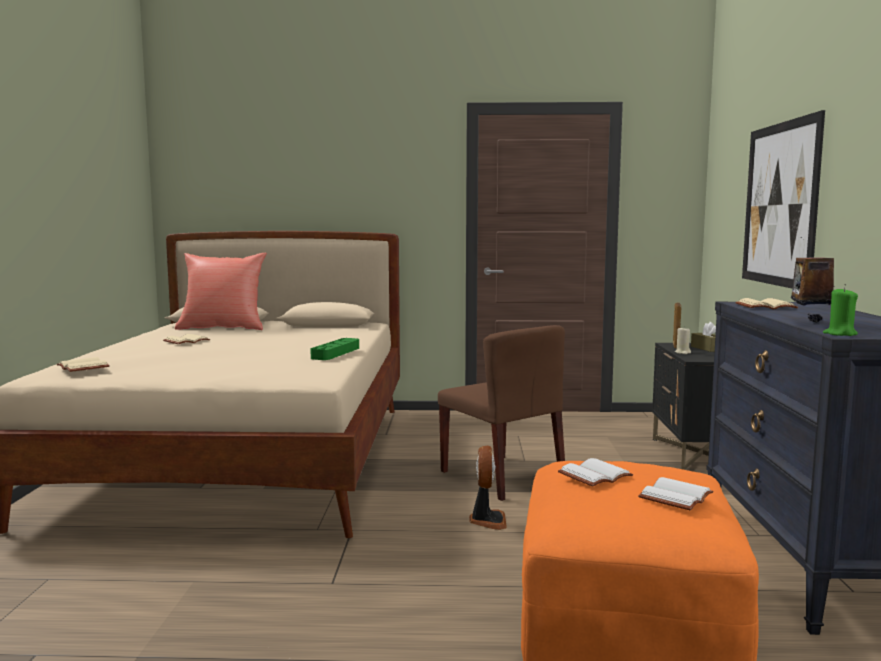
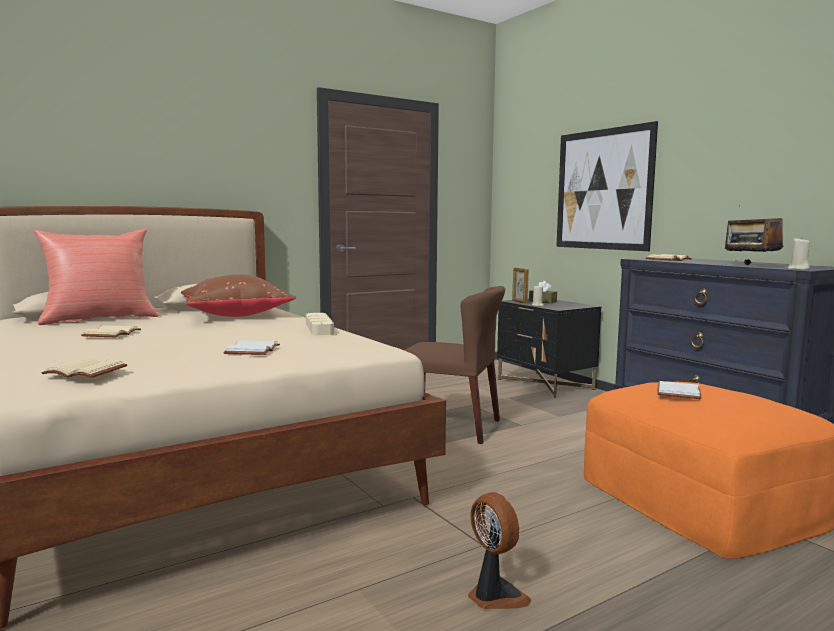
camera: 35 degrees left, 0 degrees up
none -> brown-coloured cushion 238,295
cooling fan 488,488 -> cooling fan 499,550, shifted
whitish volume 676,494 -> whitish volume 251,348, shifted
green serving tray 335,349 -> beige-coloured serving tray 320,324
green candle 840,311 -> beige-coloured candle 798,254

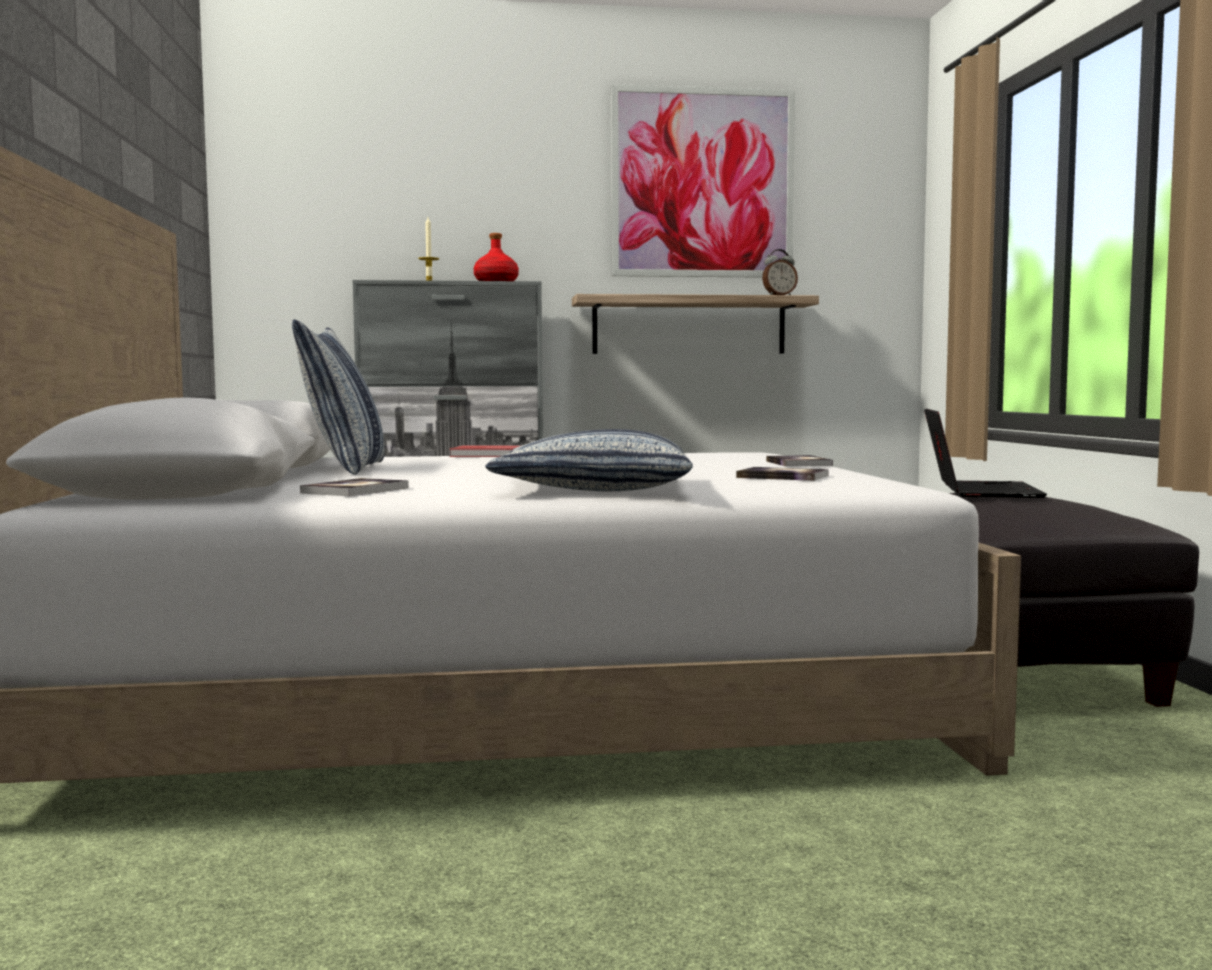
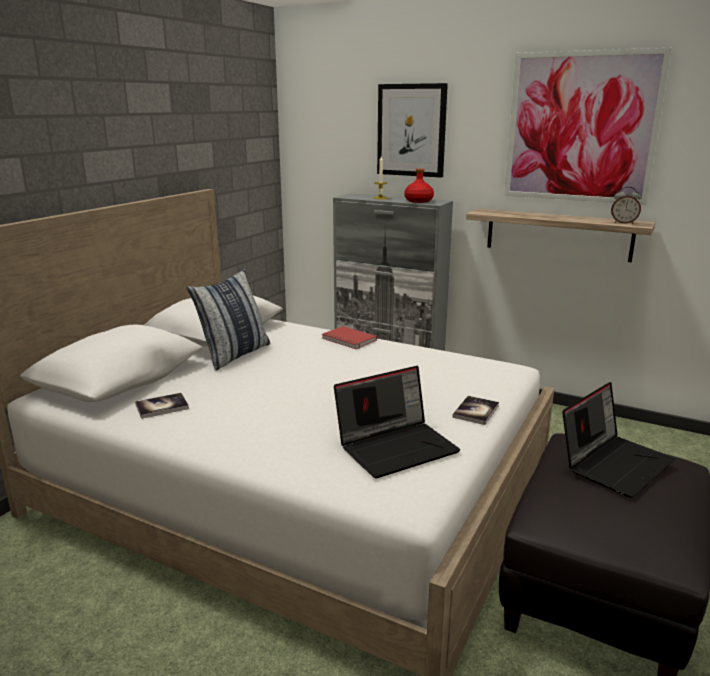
camera: 35 degrees right, 15 degrees up
cushion 589,460 -> none
none -> picture 412,130
volume 782,474 -> laptop 397,422

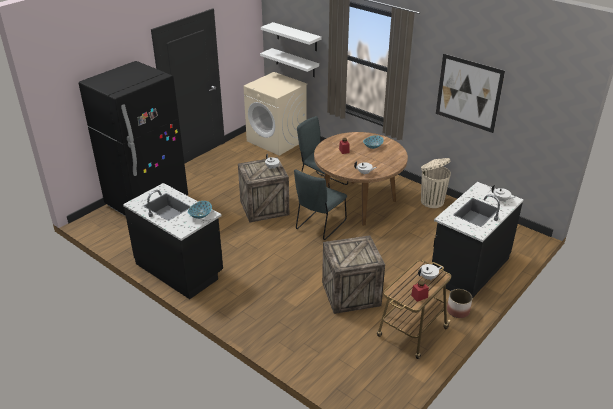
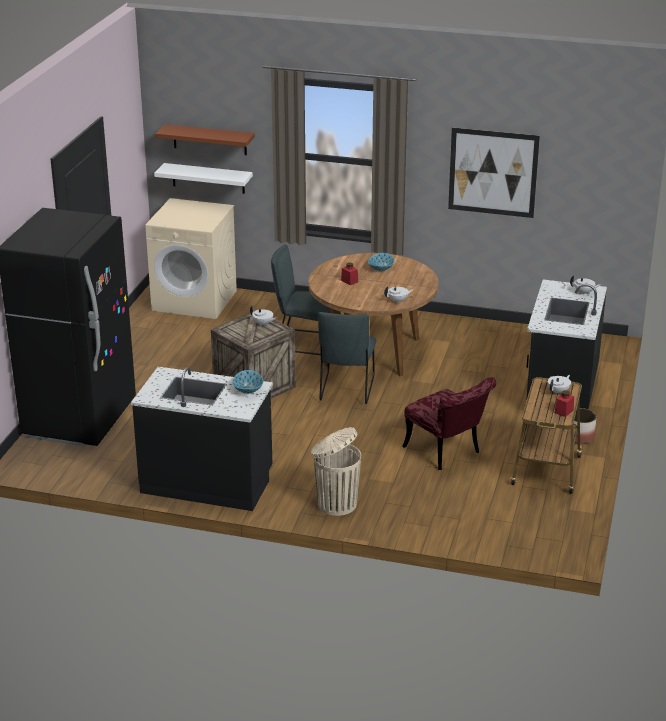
camera: 25 degrees left, 5 degrees down
beige-coloured rubbish bin 436,183 -> beige-coloured rubbish bin 336,471, shifted
crate 353,274 -> red-coloured upright chair 449,423
whitish shelf 291,36 -> brown-coloured shelf 205,139

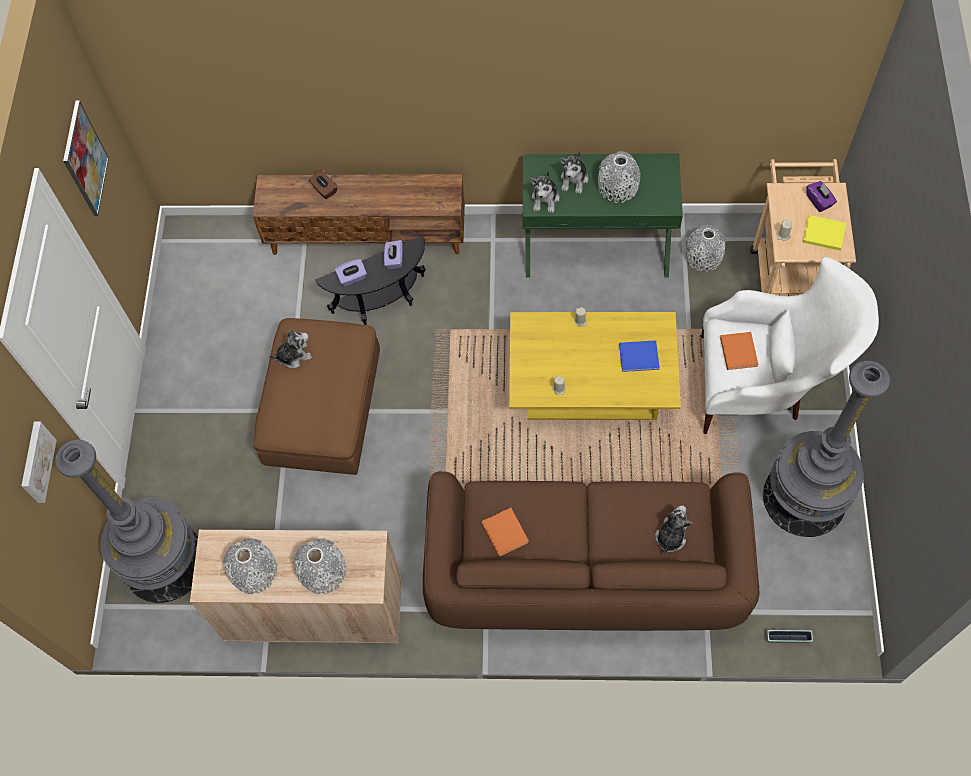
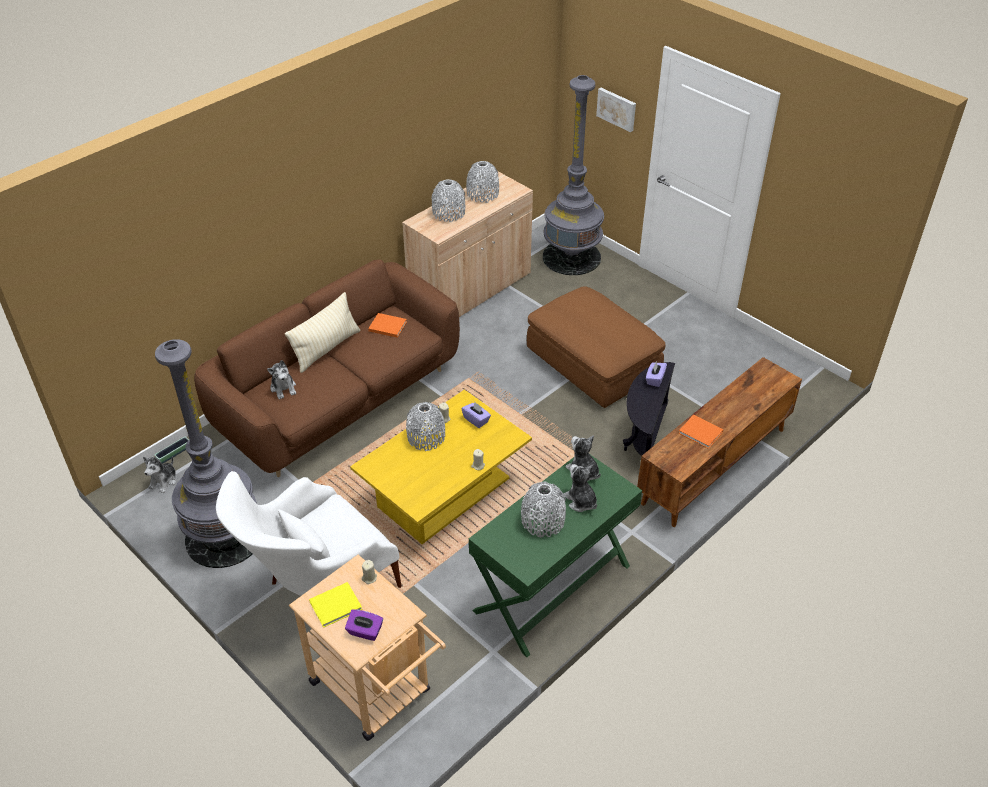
camera: 130 degrees right, 20 degrees down
picture 86,158 -> none
brown-coloured box of tissues 323,184 -> none
blue-coloured volume 639,356 -> none
none -> beige-coloured cushion 322,332
cuddly toy 290,349 -> cuddly toy 160,474, shifted
purplish box of tissues 393,254 -> purplish box of tissues 476,415, shifted
gray vase 705,248 -> gray vase 425,426, shifted
orange-coloured volume 739,351 -> orange-coloured volume 701,432, shifted

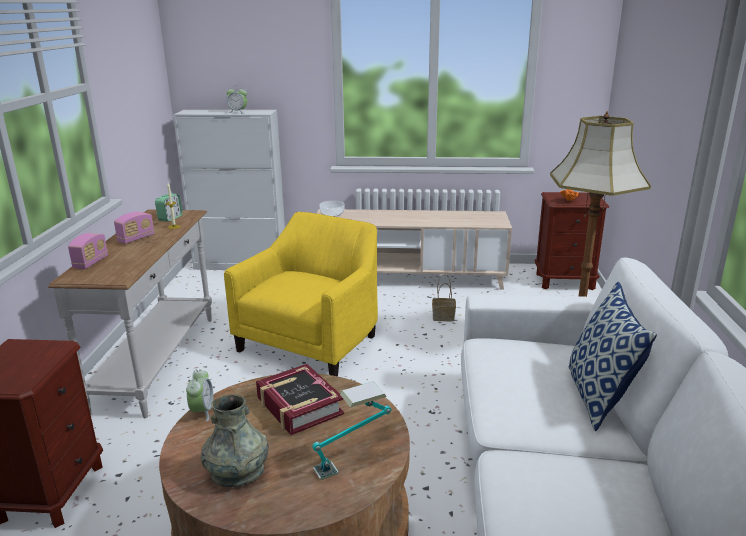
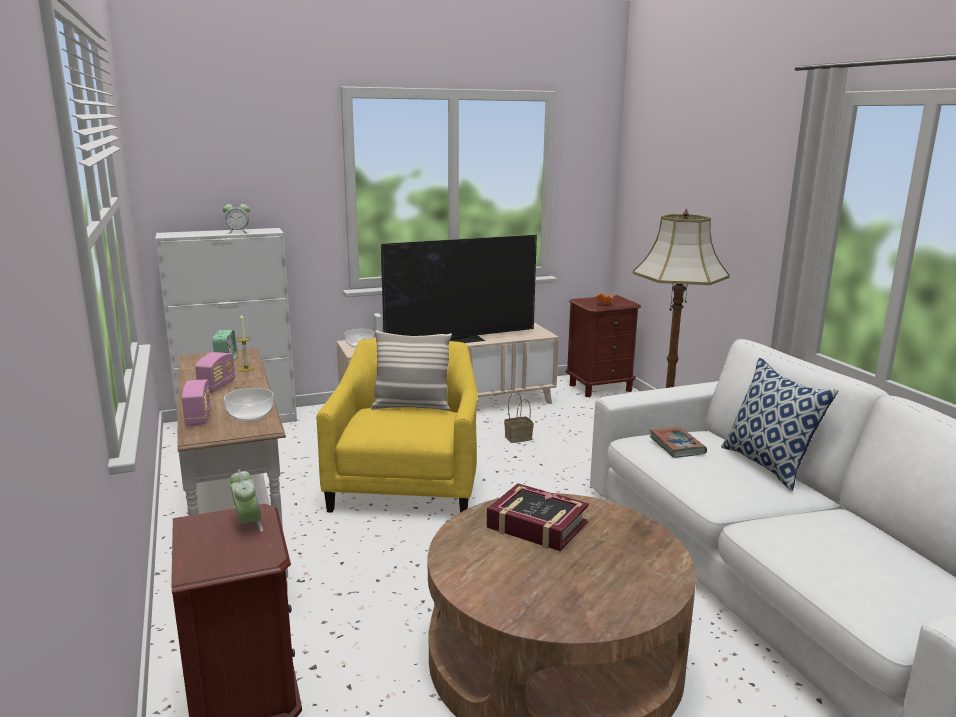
camera: 25 degrees left, 5 degrees down
gray vase 235,440 -> none
lamp for a table 352,431 -> none
none -> bowl 249,404
none -> cushion 411,370
none -> TV set 459,289
none -> volume 678,442
alarm clock 199,395 -> alarm clock 246,500, shifted

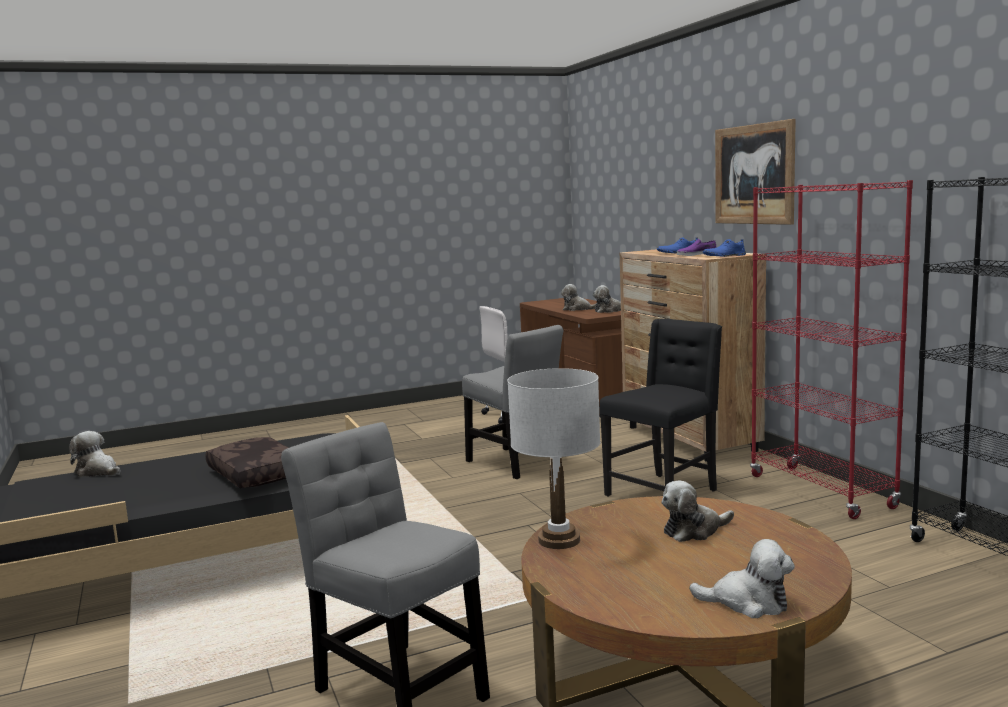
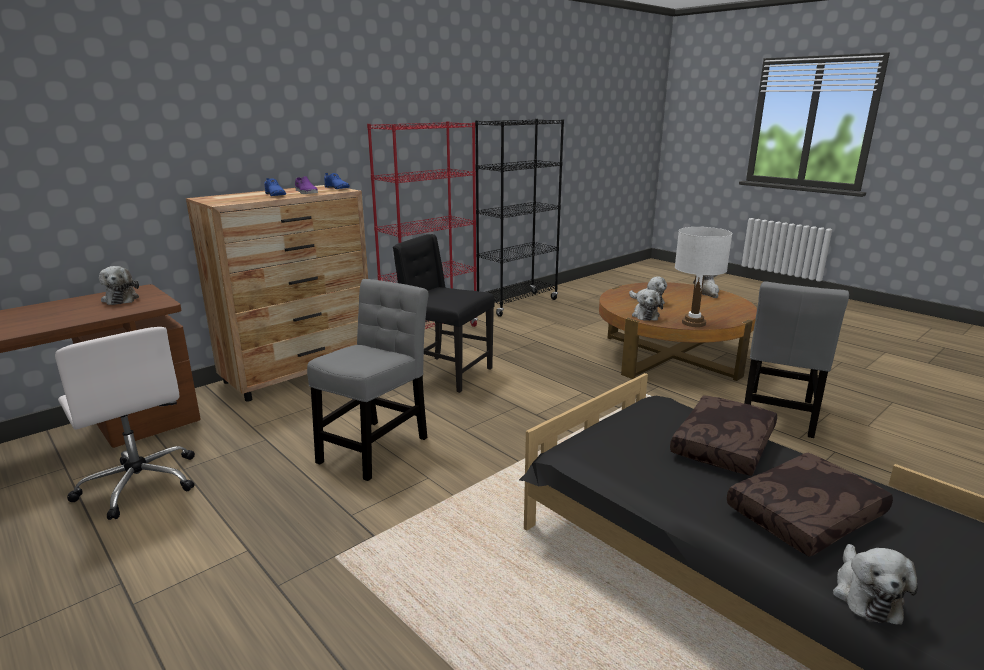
camera: 110 degrees left, 10 degrees up
picture 755,172 -> none
none -> brown-coloured cushion 810,505
cuddly toy 579,297 -> cuddly toy 647,305, shifted

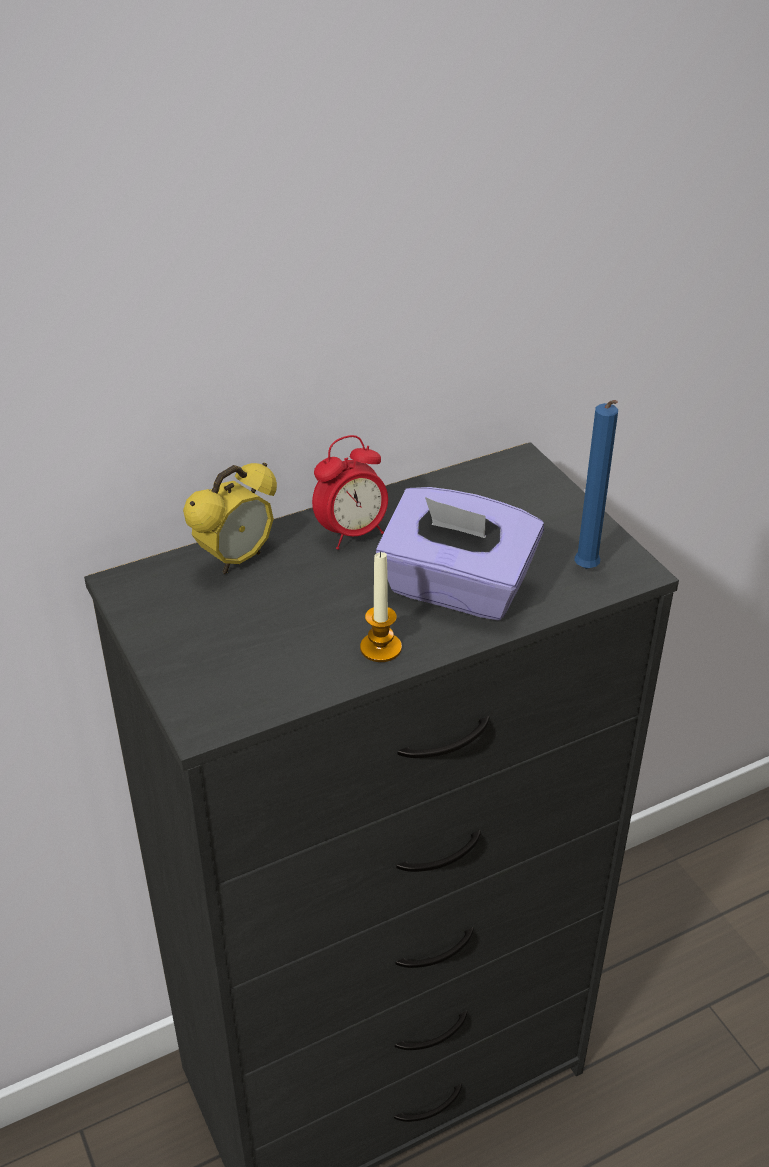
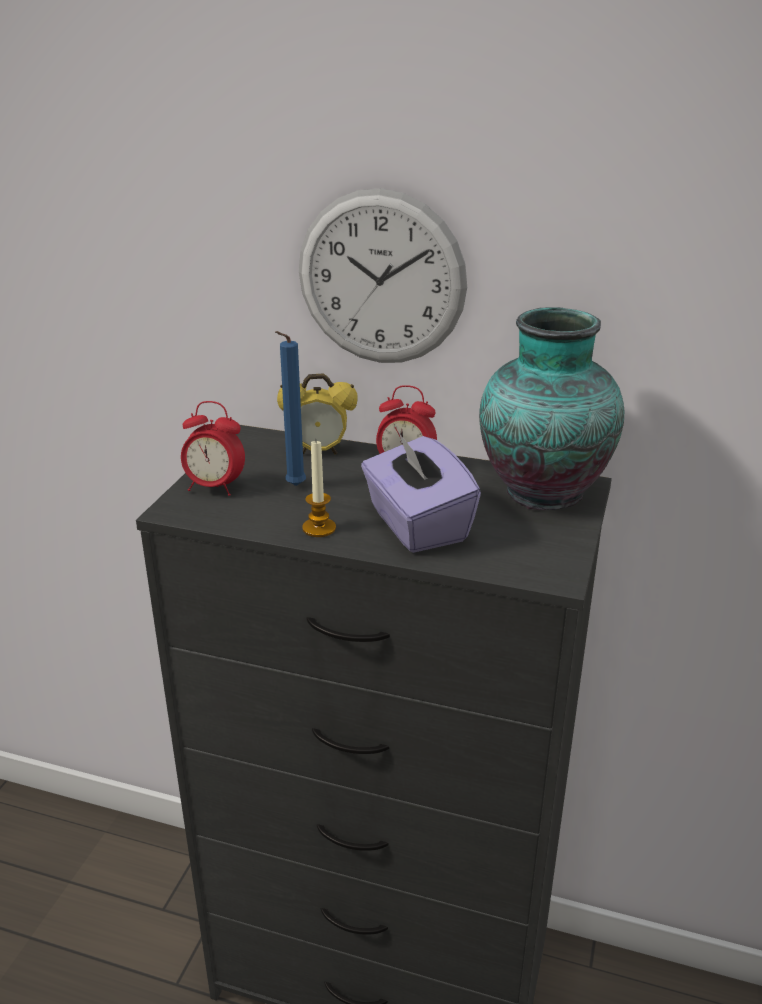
camera: 45 degrees right, 10 degrees down
none -> alarm clock 213,448
none -> hanging clock 383,275
none -> vase 552,408
blue-coloured candle 596,484 -> blue-coloured candle 290,408, shifted

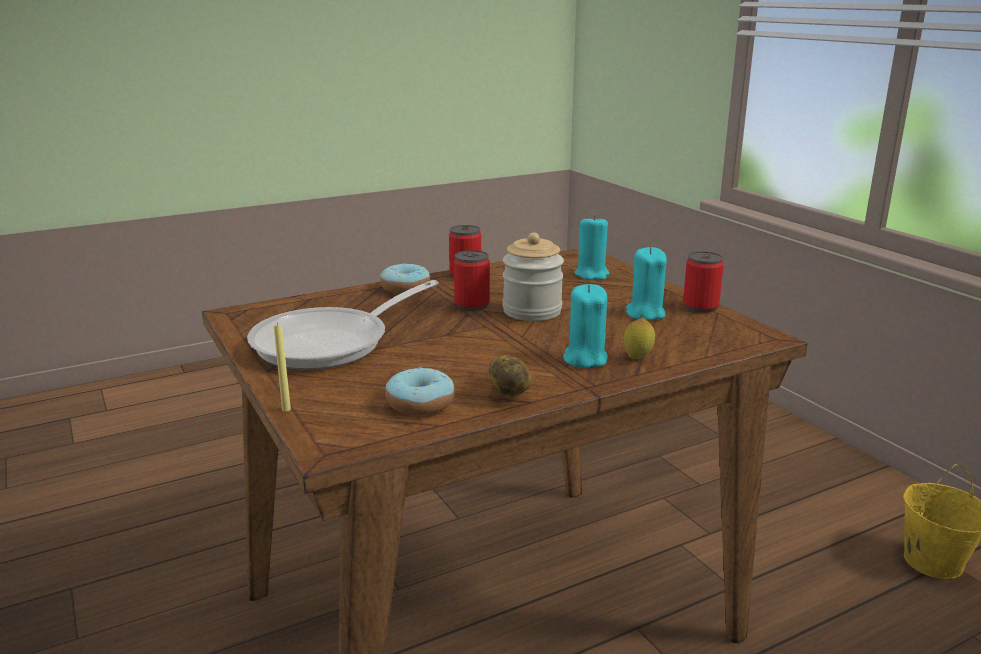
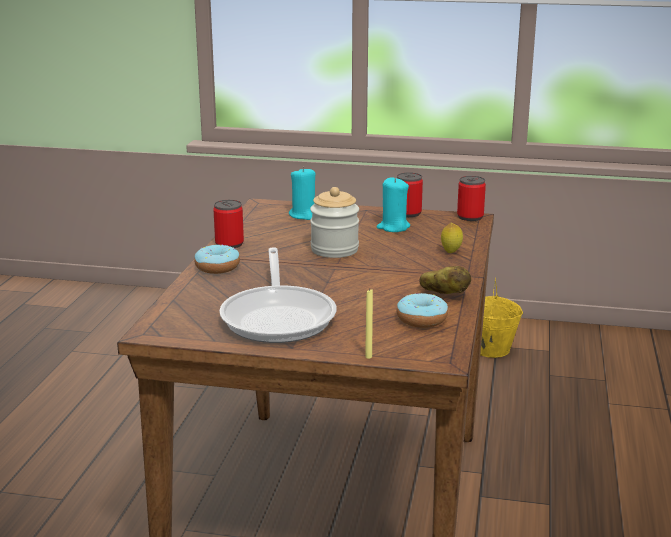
camera: 50 degrees left, 0 degrees up
turquoise candle 585,326 -> none
can 472,280 -> can 471,198, shifted

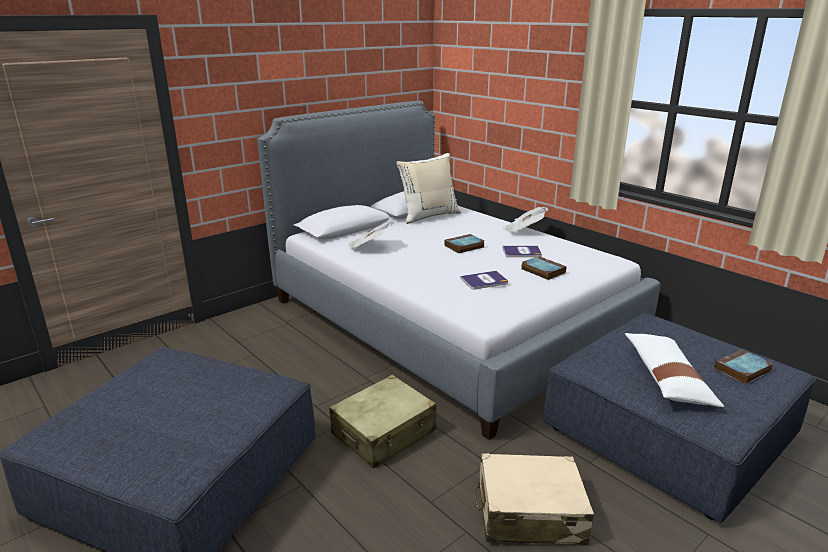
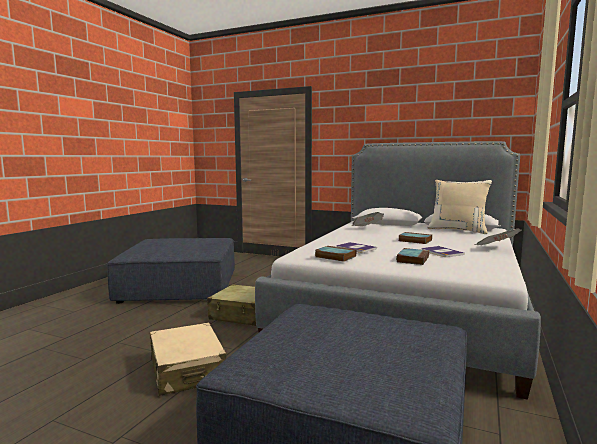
camera: 65 degrees right, 15 degrees down
whitish cushion 674,370 -> none
volume 743,366 -> volume 335,254, shifted

